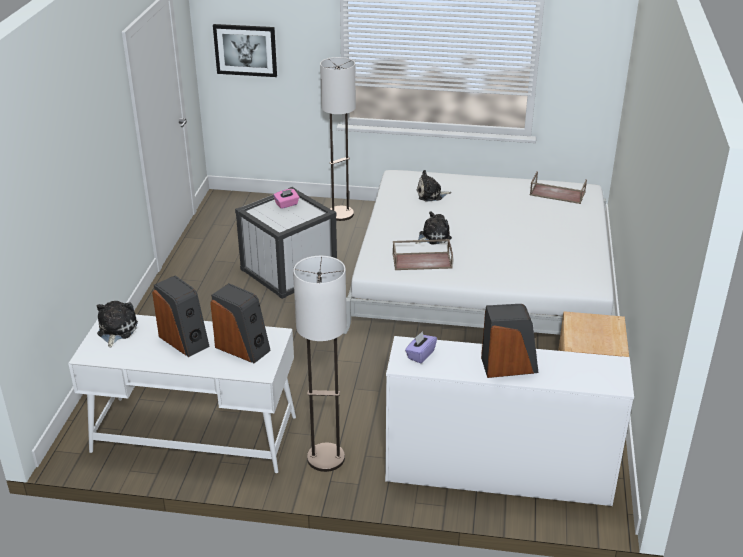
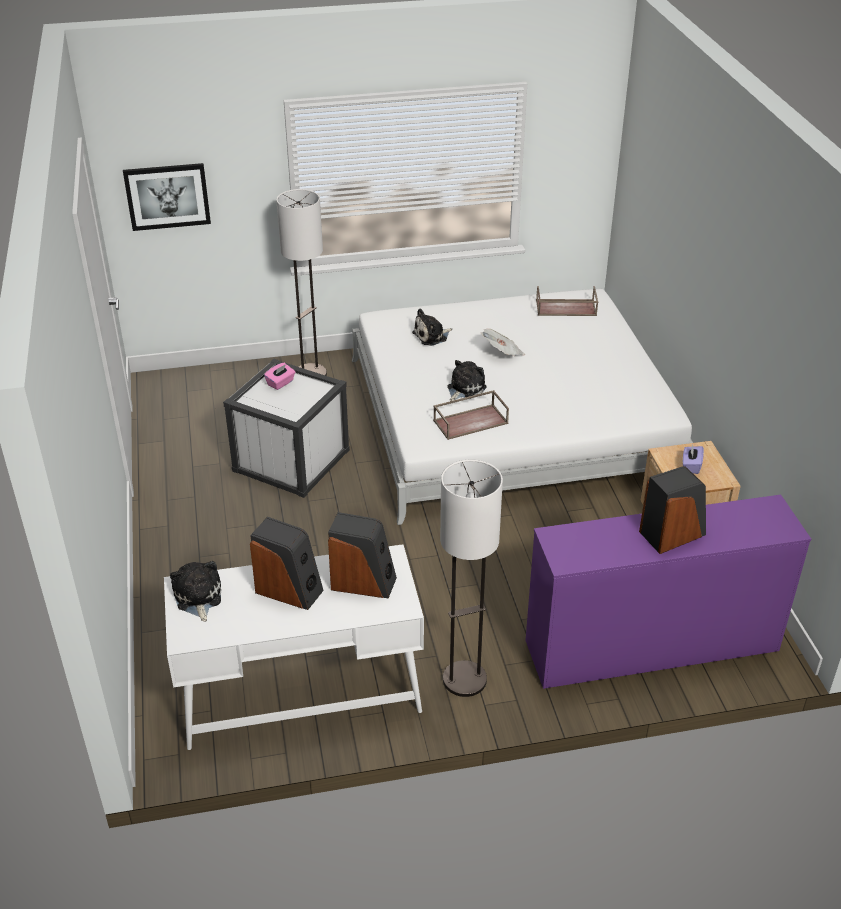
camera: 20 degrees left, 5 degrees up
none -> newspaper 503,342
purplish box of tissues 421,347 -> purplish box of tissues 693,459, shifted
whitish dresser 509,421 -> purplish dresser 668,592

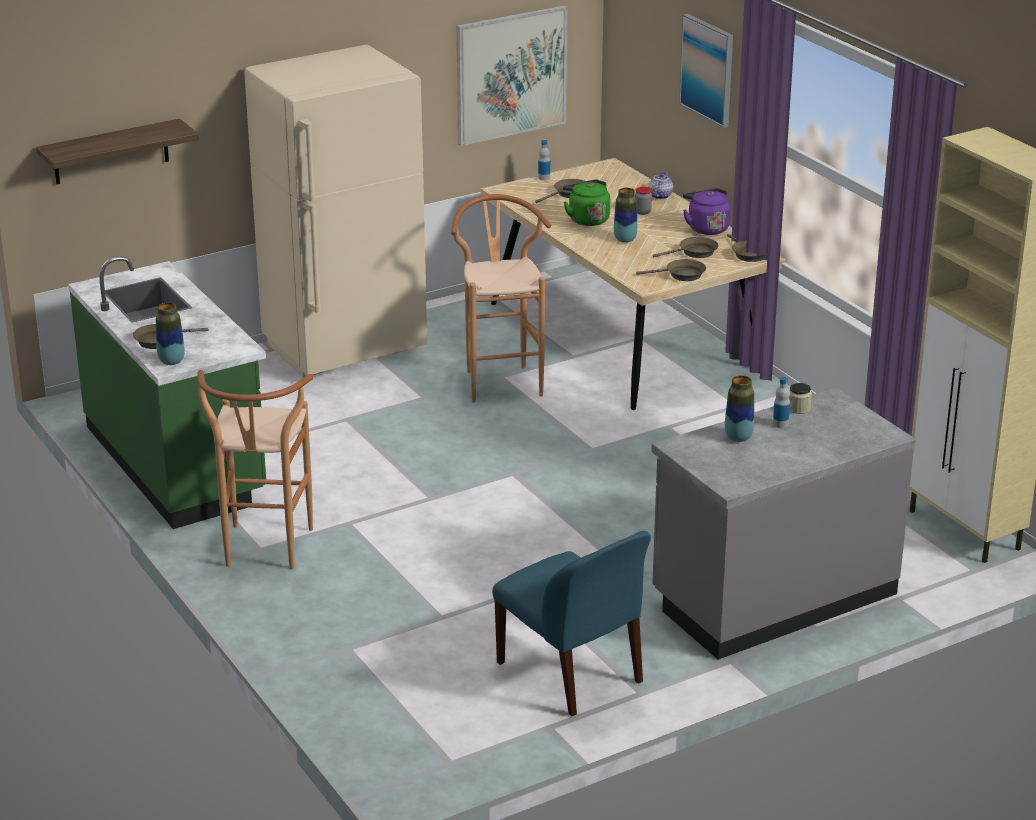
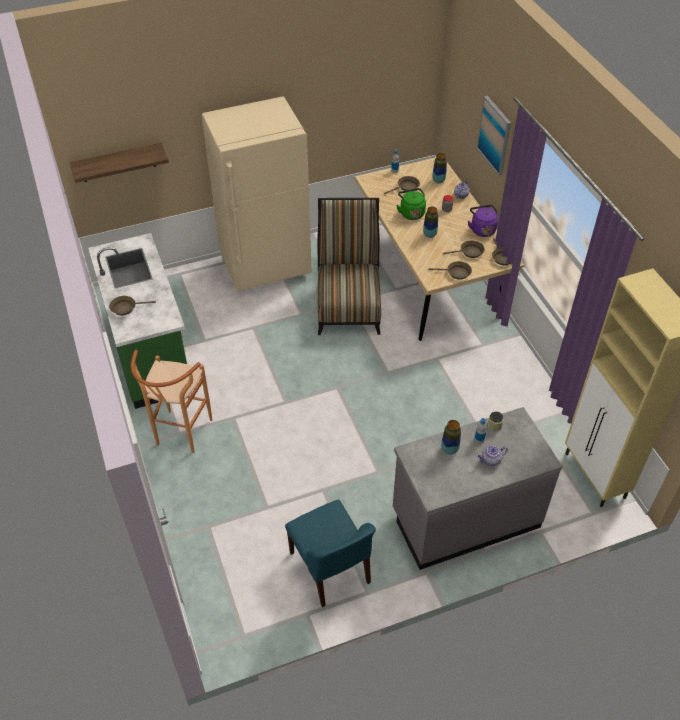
camera: 10 degrees right, 20 degrees up
picture 511,76 -> none
none -> tea pot 493,455
vase 170,333 -> vase 439,168, shifted
brown-coloured sitting stool 501,298 -> upright chair 349,266

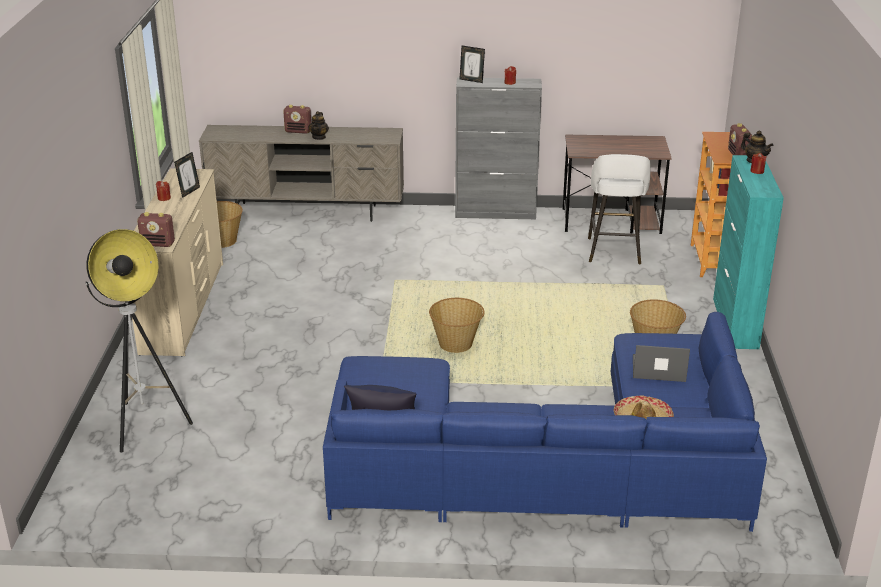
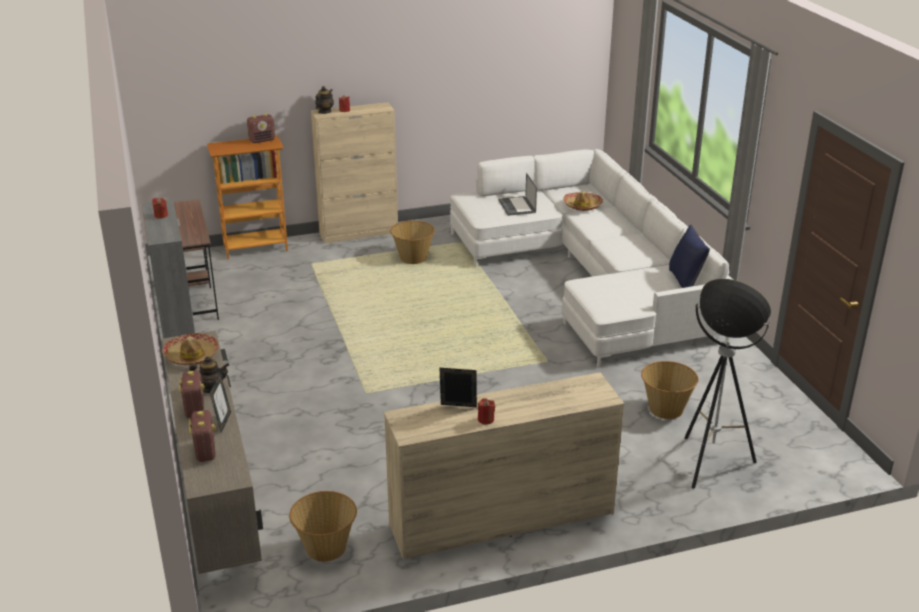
camera: 110 degrees left, 0 degrees up
whitish sitting stool 619,209 -> none
none -> clothing hat 191,349
radio set 156,229 -> radio set 202,436, shifted
basket 457,325 -> basket 669,390, shifted
picture frame 472,64 -> picture frame 220,403, shifted
blue-coloured sofa 545,422 -> whitish sofa 591,258
turquoise cabinet 748,252 -> beige-coloured cabinet 354,173

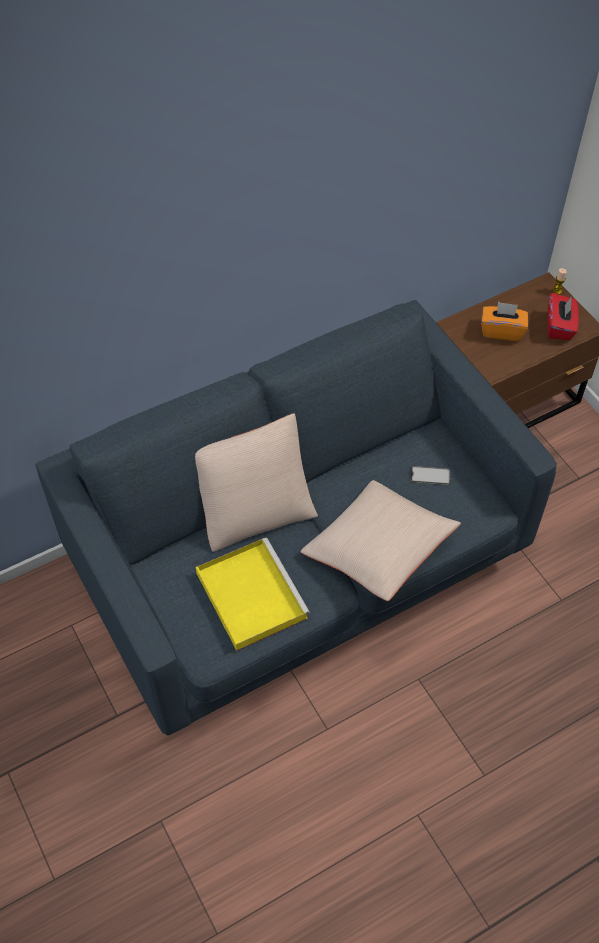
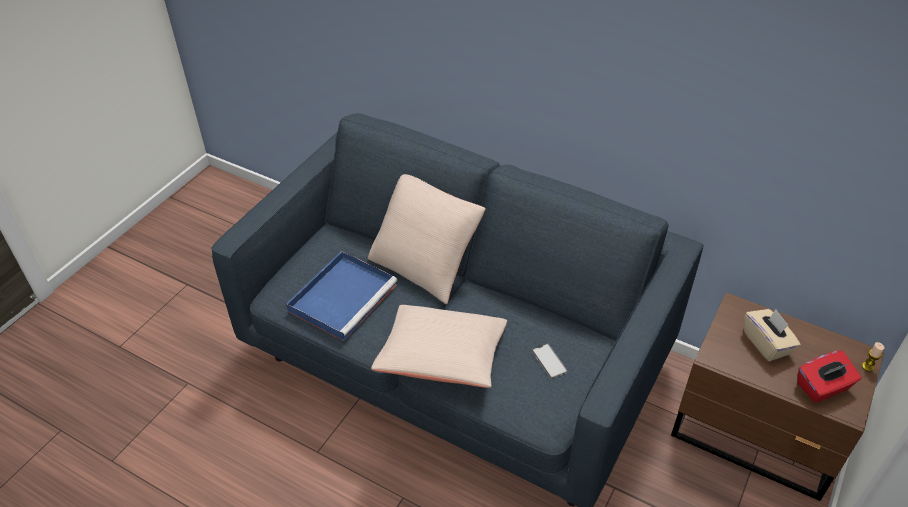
camera: 60 degrees right, 10 degrees down
yellow-coloured serving tray 253,594 -> blue-coloured serving tray 342,296
orange-coloured box of tissues 504,321 -> beige-coloured box of tissues 772,335

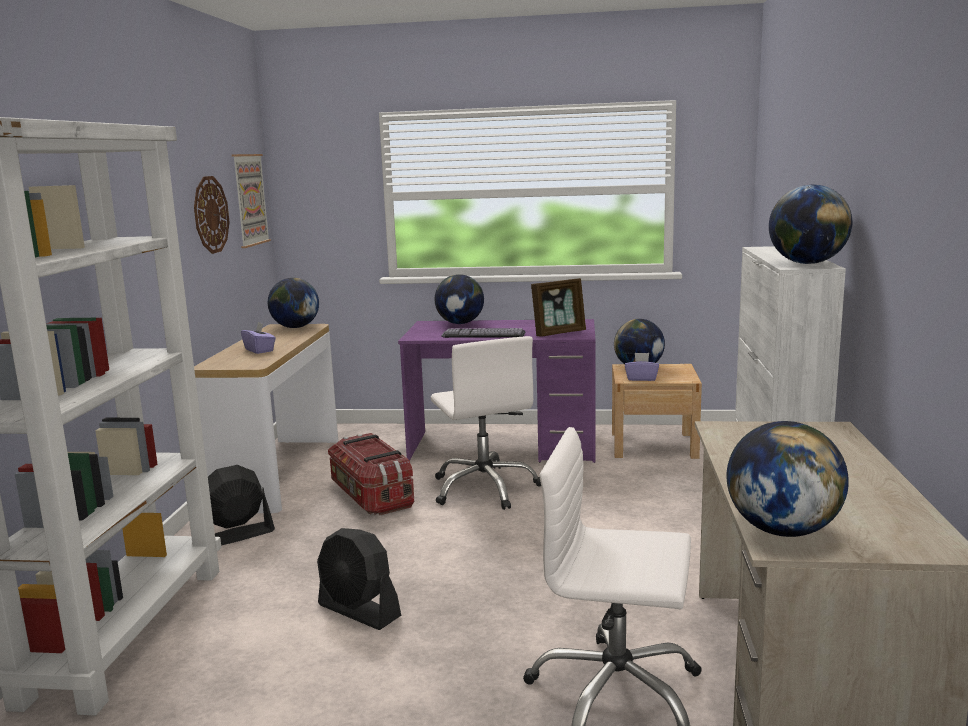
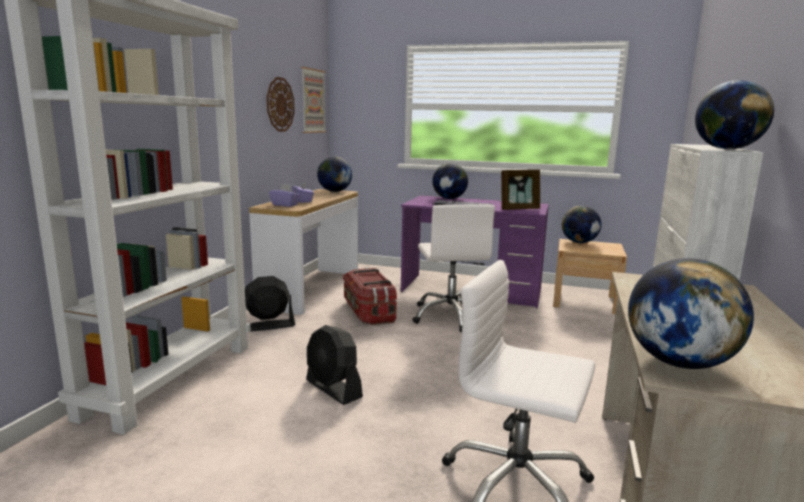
camera: 10 degrees right, 0 degrees up
purplish box of tissues 642,367 -> purplish box of tissues 284,195, shifted

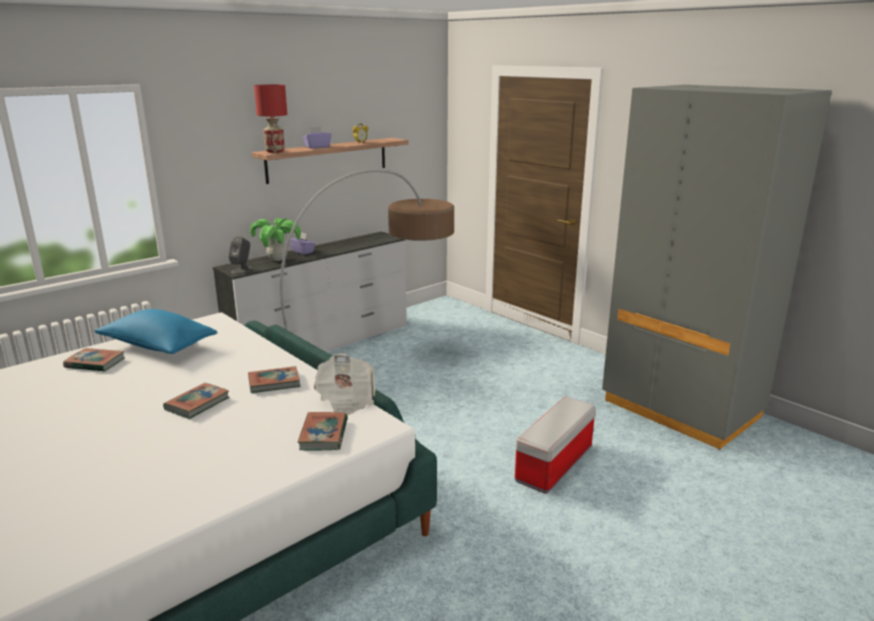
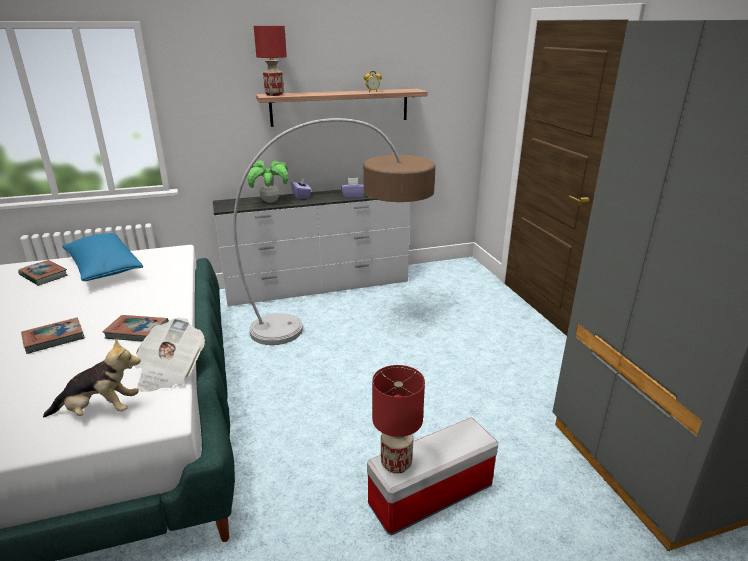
camera: 25 degrees right, 5 degrees up
gray speaker 240,255 -> none
none -> red-coloured lamp for a table 398,419
purplish box of tissues 316,137 -> purplish box of tissues 352,188, shifted
volume 322,431 -> cuddly toy 92,378

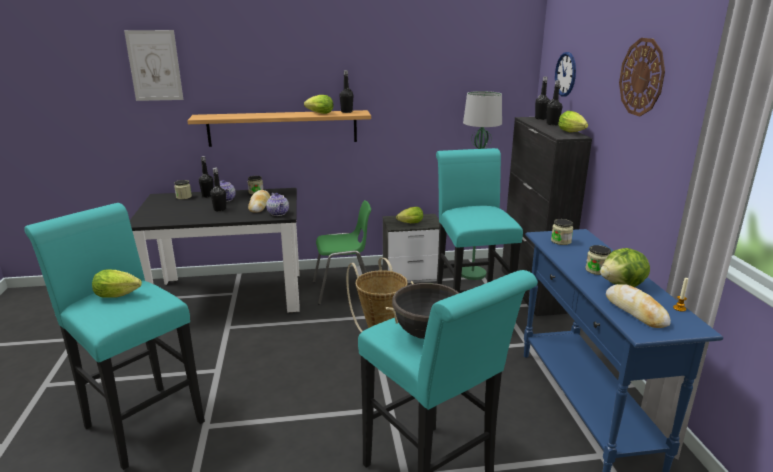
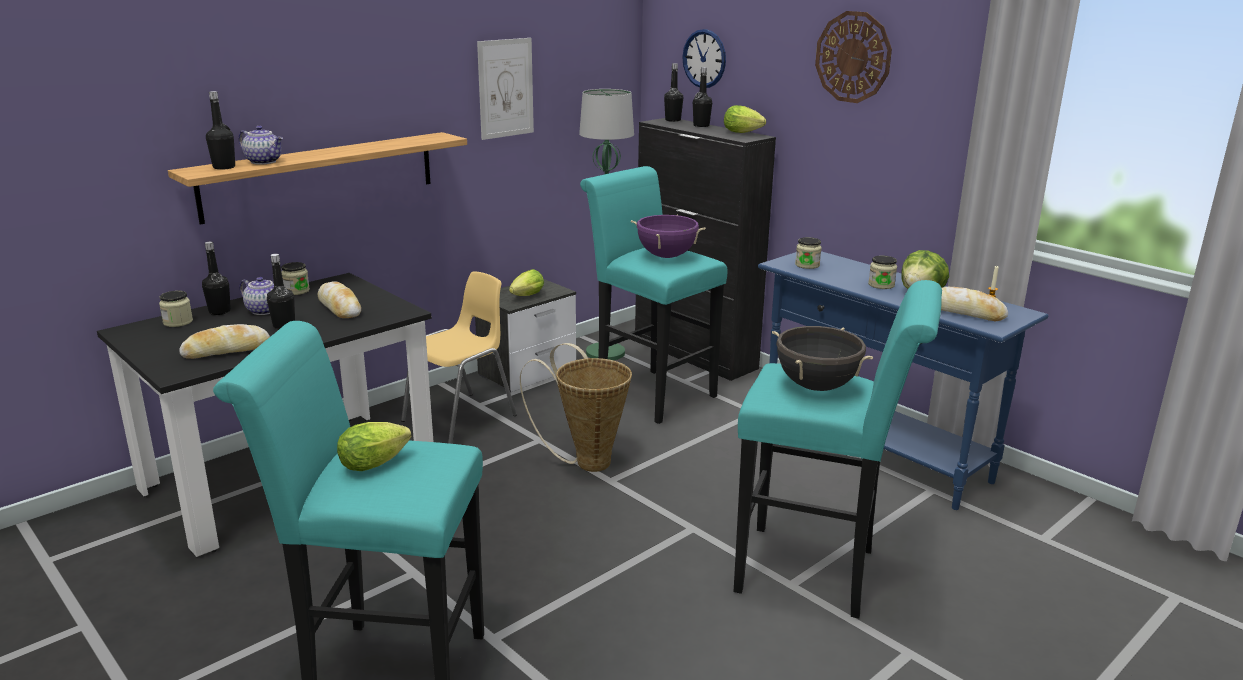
camera: 35 degrees left, 0 degrees up
head of lettuce 318,104 -> none
none -> bread 224,341
none -> purplish cooking pot 668,236
picture 153,65 -> picture 505,89, shifted
tea pot 277,204 -> tea pot 260,145, shifted
blackish beverage bottle 346,91 -> blackish beverage bottle 220,130, shifted
green upright chair 342,252 -> yellow-coloured upright chair 459,357

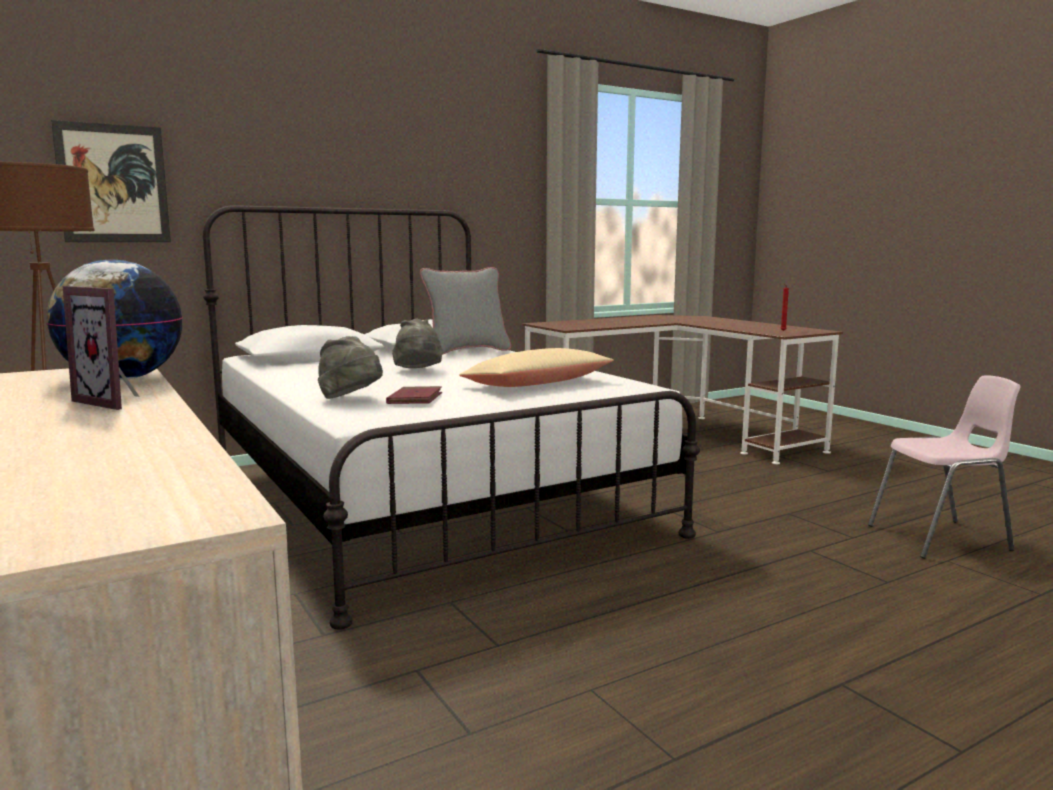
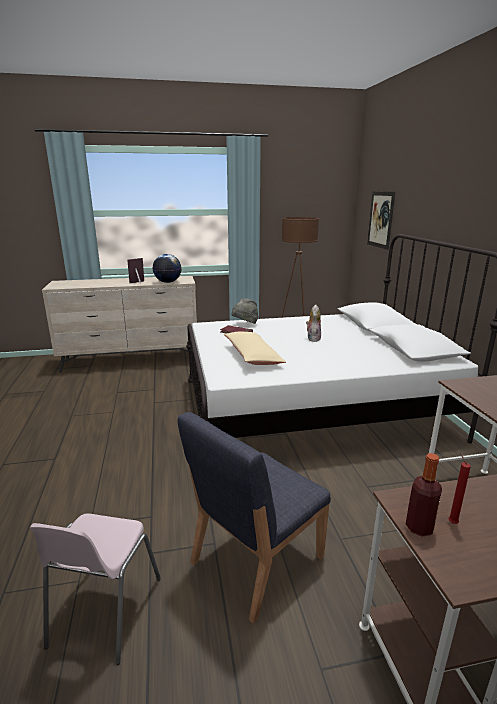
camera: 110 degrees right, 10 degrees up
gray cushion 465,311 -> none
none -> blue-coloured upright chair 254,518
none -> beverage bottle 424,495
gray clothing hat 417,343 -> cuddly toy 313,323

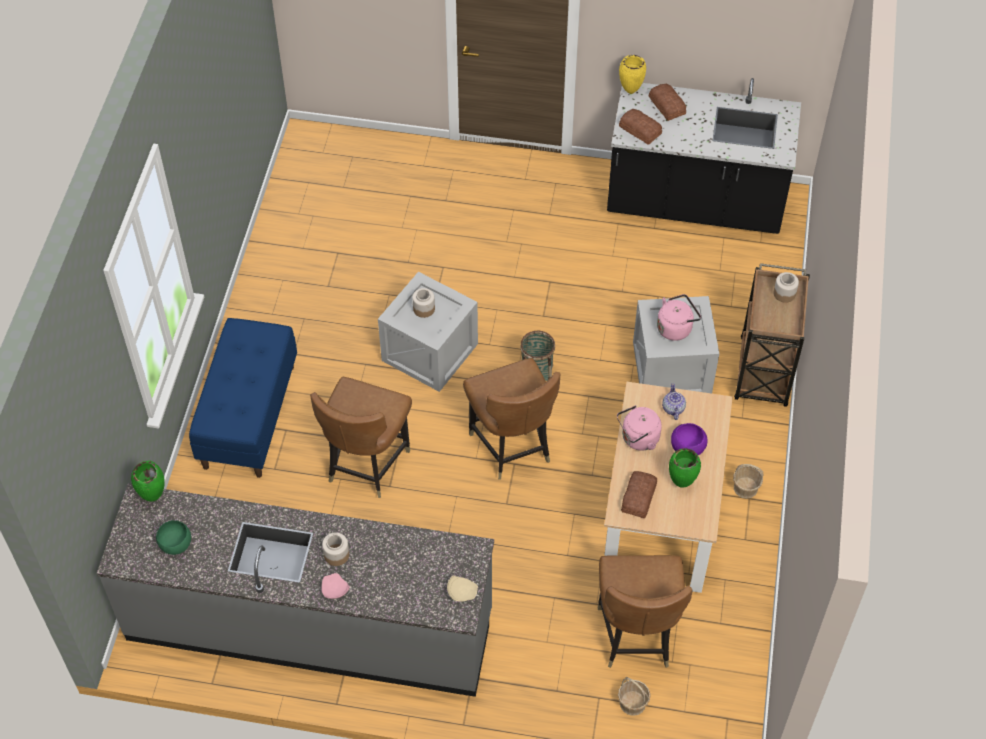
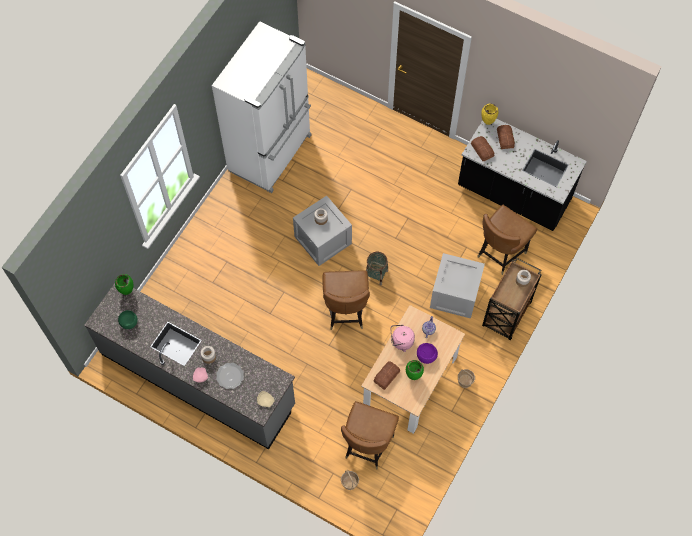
camera: 20 degrees right, 10 degrees up
blue-coloured long seat 243,398 -> none
pink-coloured water kettle 679,317 -> none
none -> whitish kitchen fridge 261,107
none -> dinner plate 230,376
brown-coloured upright chair 361,437 -> brown-coloured upright chair 507,240, shifted

